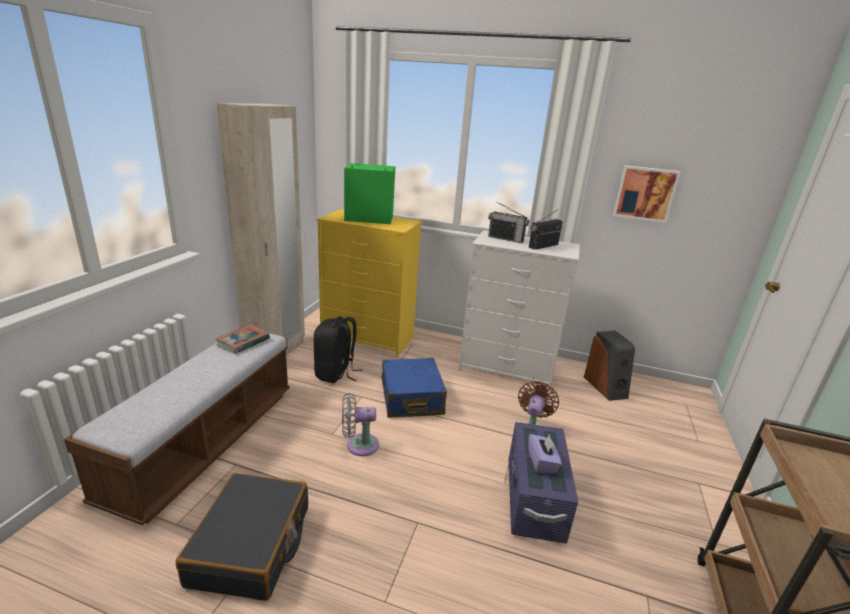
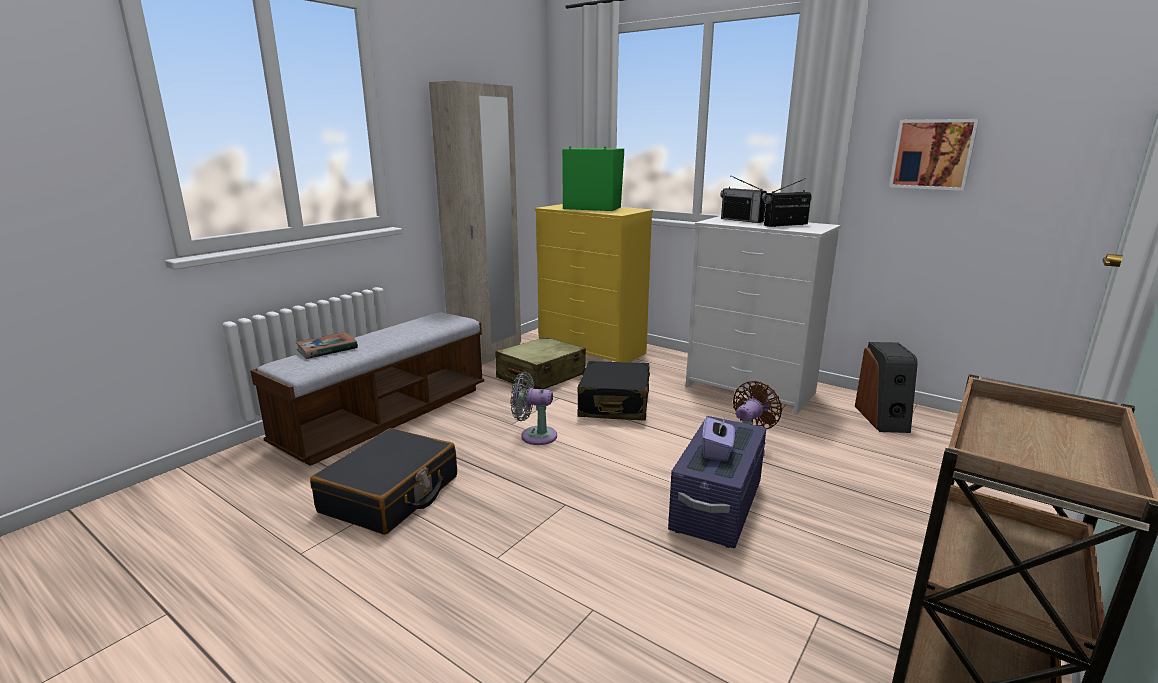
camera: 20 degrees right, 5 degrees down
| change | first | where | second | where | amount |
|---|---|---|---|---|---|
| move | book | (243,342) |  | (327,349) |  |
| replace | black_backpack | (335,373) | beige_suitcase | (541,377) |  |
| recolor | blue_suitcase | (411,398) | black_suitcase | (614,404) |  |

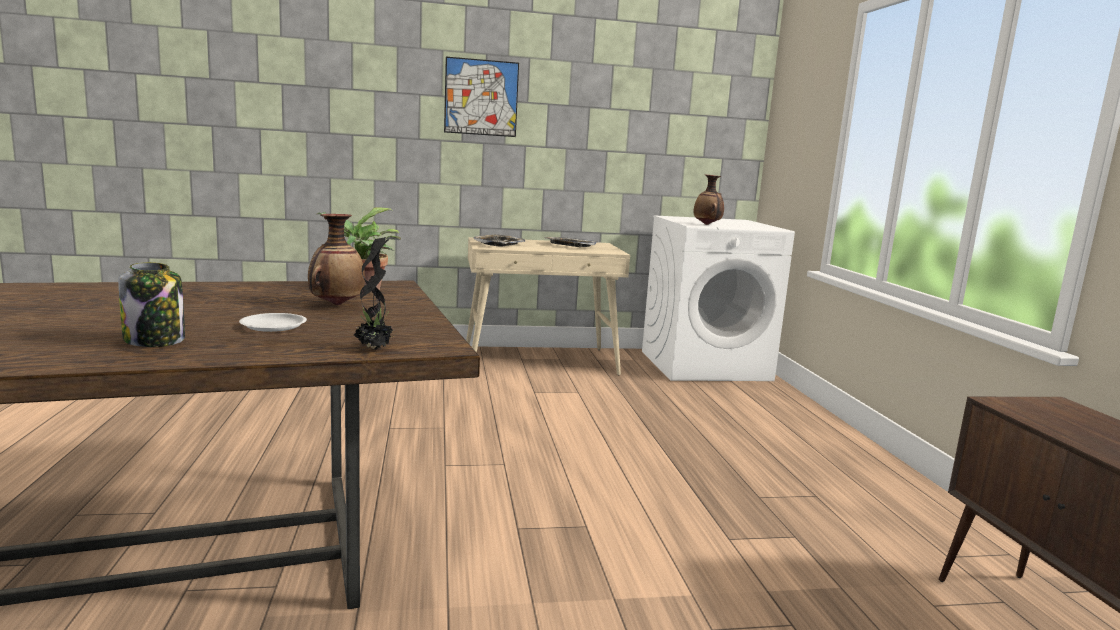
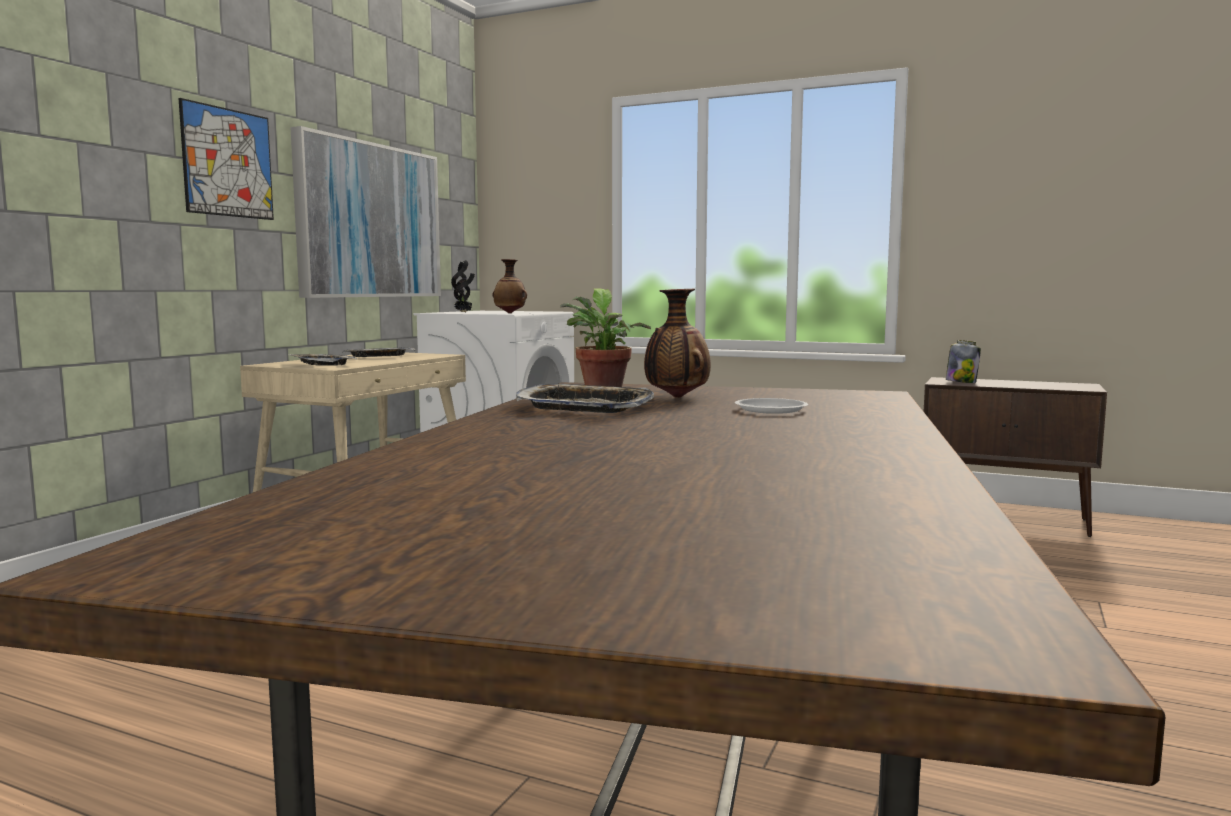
camera: 55 degrees left, 5 degrees down
| change | first | where | second | where | amount |
|---|---|---|---|---|---|
| move | jar | (155,340) |  | (961,382) |  |
| move | potted_plant | (375,349) |  | (463,312) |  |
| insert |  |  | picture | (369,221) |  |
| insert |  |  | tray | (584,408) |  |

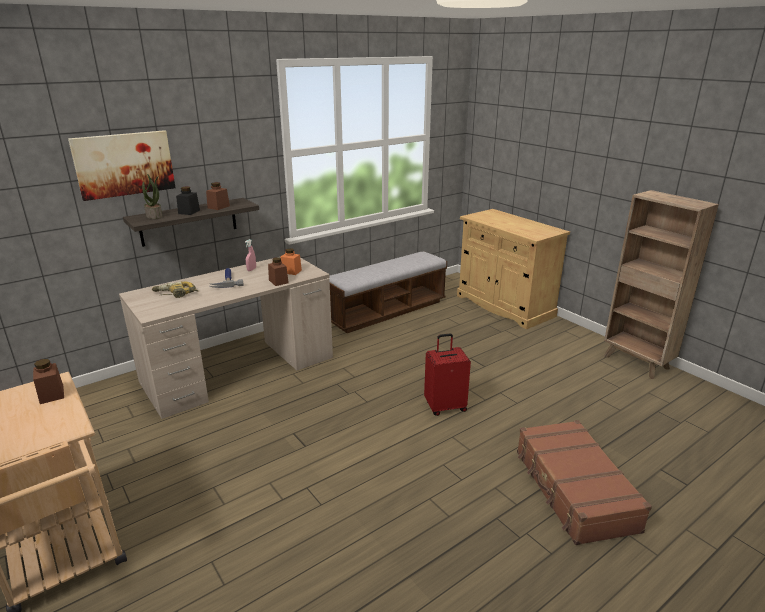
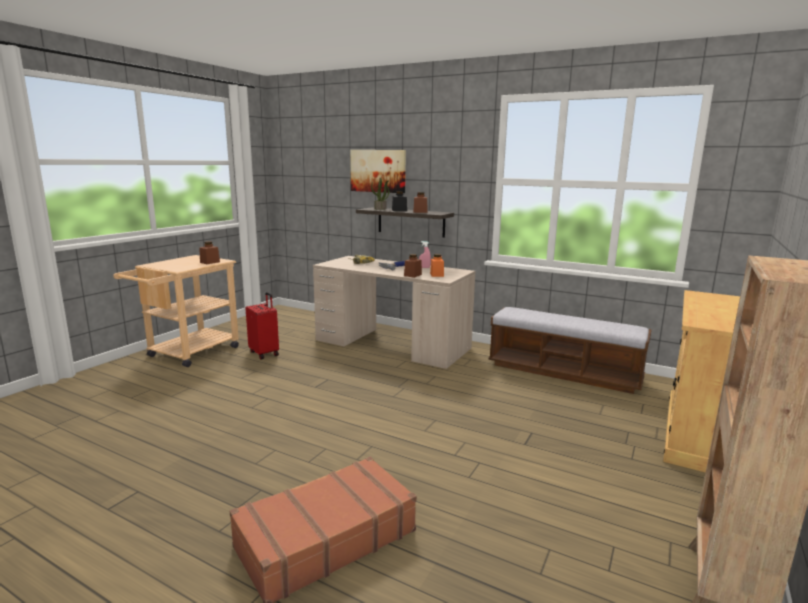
camera: 65 degrees right, 10 degrees down
| change | first | where | second | where | amount |
|---|---|---|---|---|---|
| move | red_suitcase | (445,406) |  | (265,353) |  |

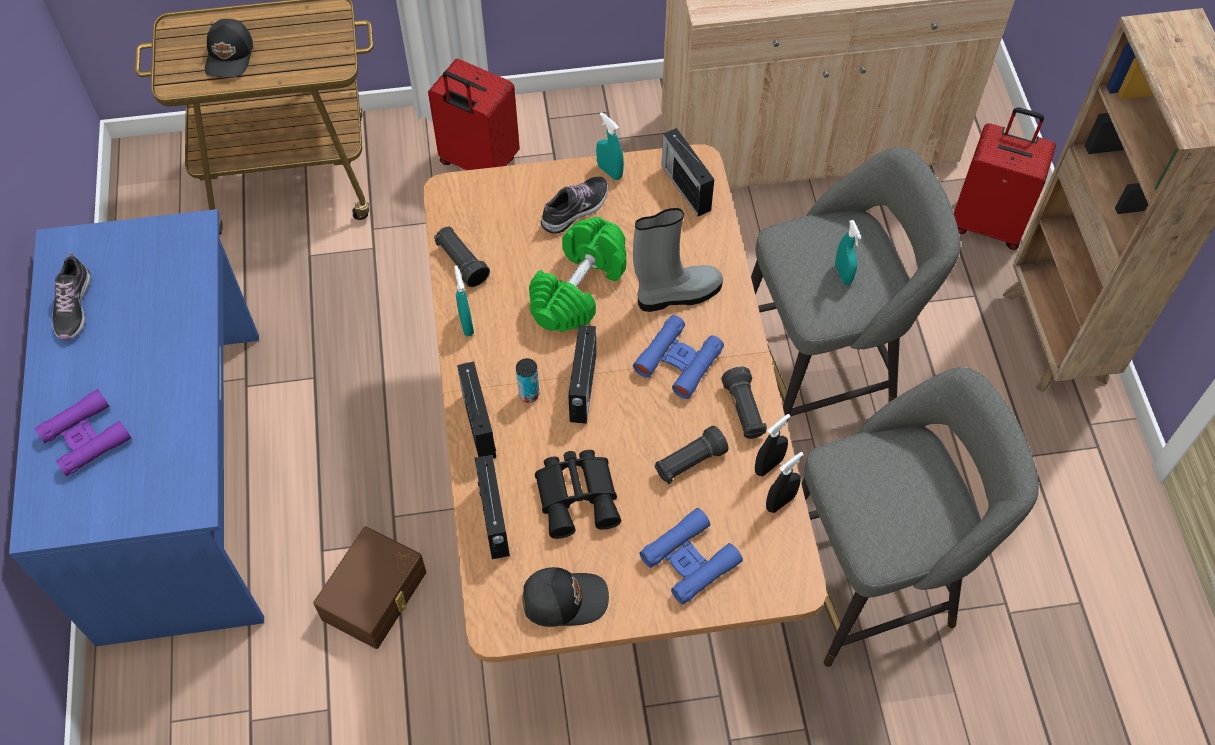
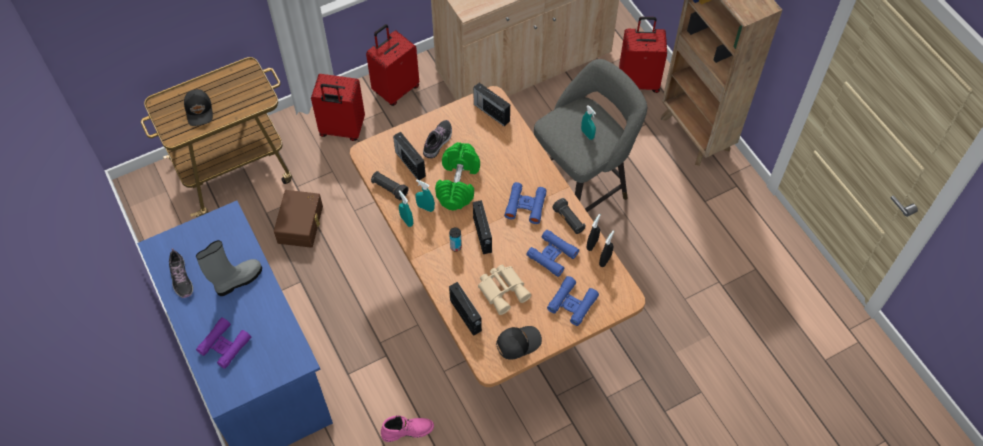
camera: 20 degrees left, 0 degrees up
| change | first | where | second | where | amount |
|---|---|---|---|---|---|
| move | brown_storage_box | (376,596) |  | (301,224) |  |
| move | radio | (479,423) |  | (410,163) |  |
| recolor | black_binoculars | (579,496) | beige_binoculars | (503,290) |  |
| move | turquoise_spray_bottle | (609,171) |  | (425,207) |  |
| move | grey_boot | (676,294) |  | (237,281) |  |
| replace | black_flashlight | (689,462) | blue_binoculars | (552,255) |  |
| delete | grey_stool | (873,578) |  |  |  |
| insert |  |  | red_suitcase | (395,89) |  |
| insert |  |  | pink_boot | (407,430) |  |

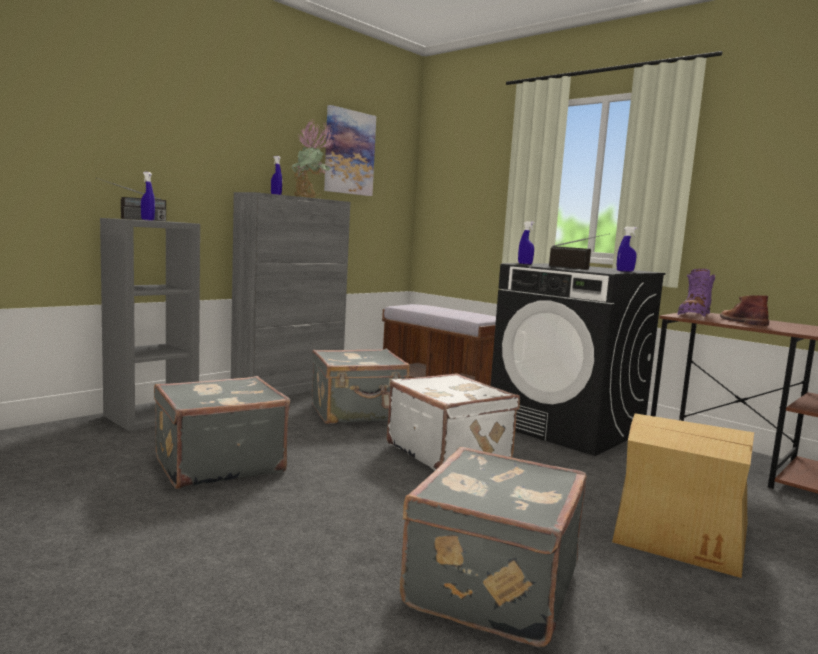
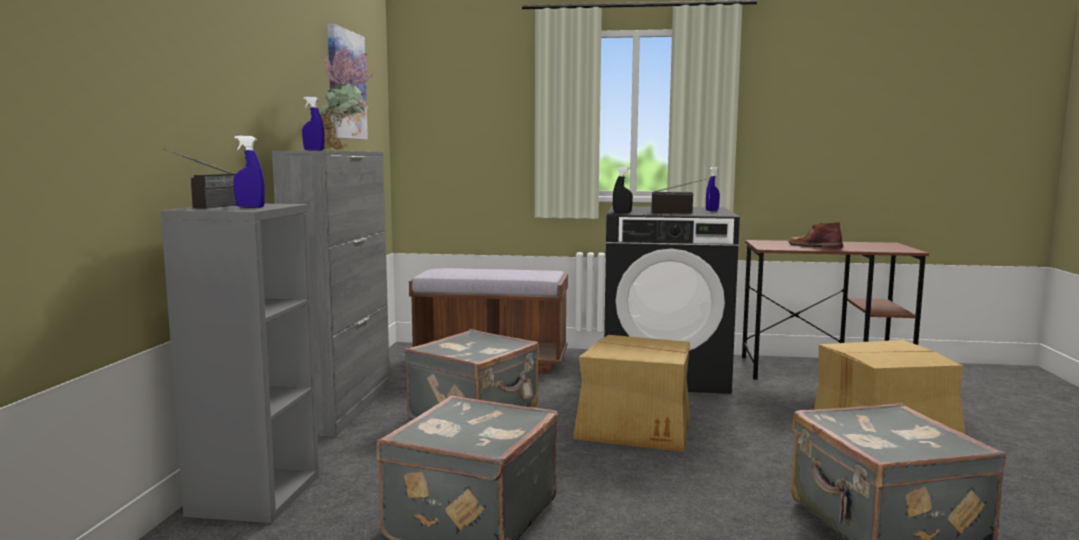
camera: 35 degrees left, 0 degrees up
| change | first | where | second | where | amount |
|---|---|---|---|---|---|
| replace | white_suitcase | (449,453) | cardboard_box | (636,428) |  |
| recolor | blue_spray_bottle | (525,264) | black_spray_bottle | (622,212) |  |
| delete | purple_boot | (694,315) |  |  |  |

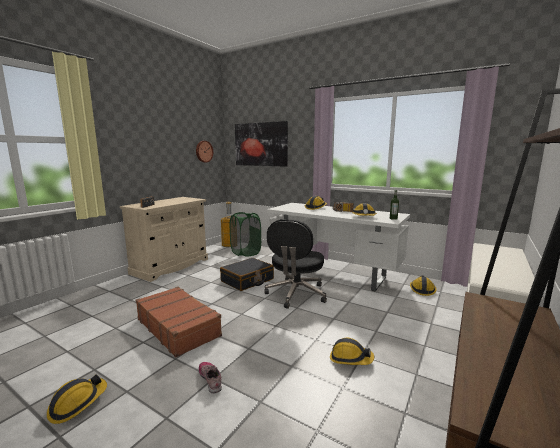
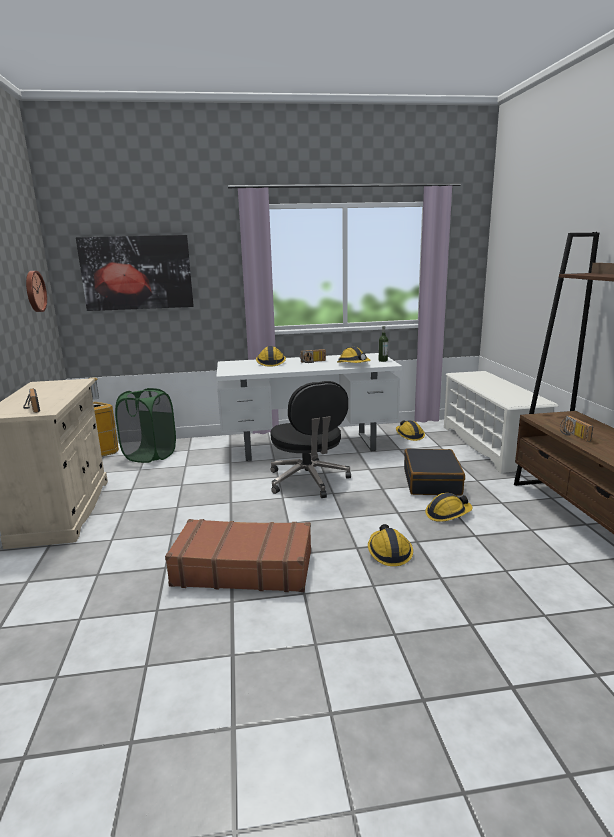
camera: 40 degrees left, 5 degrees up
| change | first | where | second | where | amount |
|---|---|---|---|---|---|
| move | hard_hat | (77,403) |  | (389,552) |  |
| delete | shoe | (211,379) |  |  |  |
| move | black_suitcase | (247,280) |  | (432,482) |  |
| insert |  |  | radio | (572,435) |  |

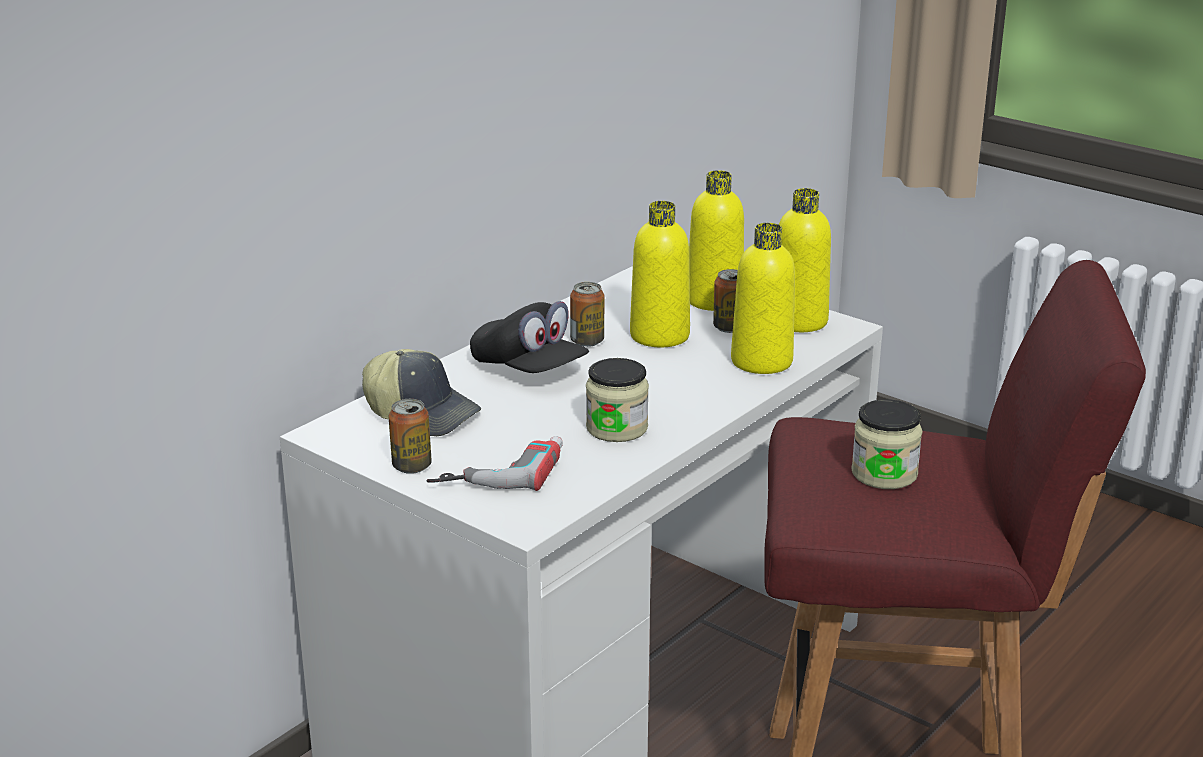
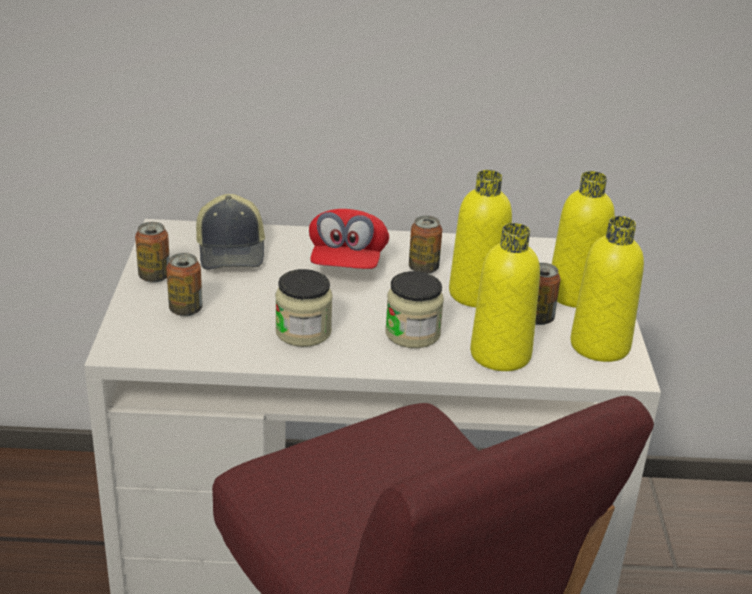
camera: 50 degrees right, 5 degrees up
| change | first | where | second | where | amount |
|---|---|---|---|---|---|
| replace | power_drill | (499,470) | can | (185,309) |  |
| recolor | black_cap | (529,369) | red_cap | (347,264) |  |
| move | jar | (884,474) |  | (412,333) |  |

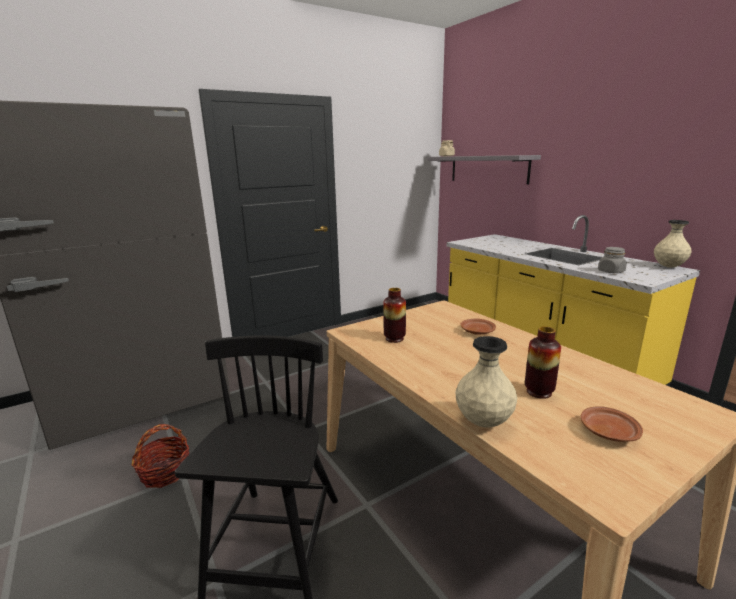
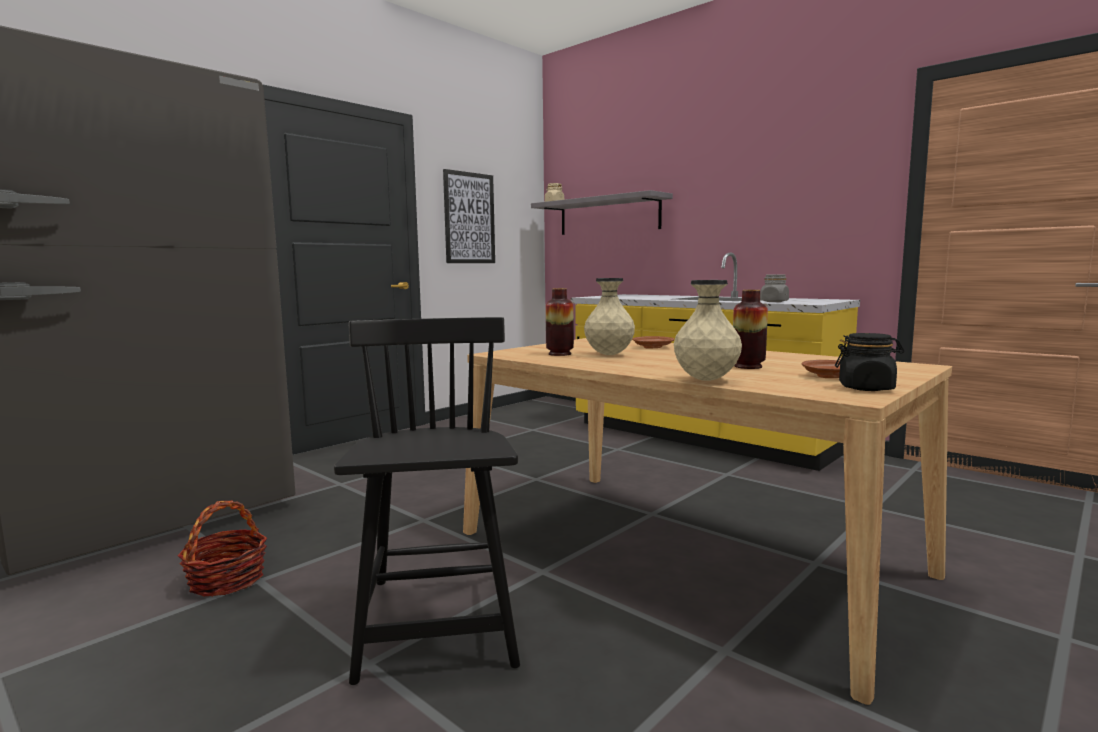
camera: 15 degrees left, 10 degrees down
| change | first | where | second | where | amount |
|---|---|---|---|---|---|
| move | beige_vase | (668,267) |  | (609,355) |  |
| insert |  |  | picture | (469,218) |  |
| insert |  |  | black_jar | (866,388) |  |

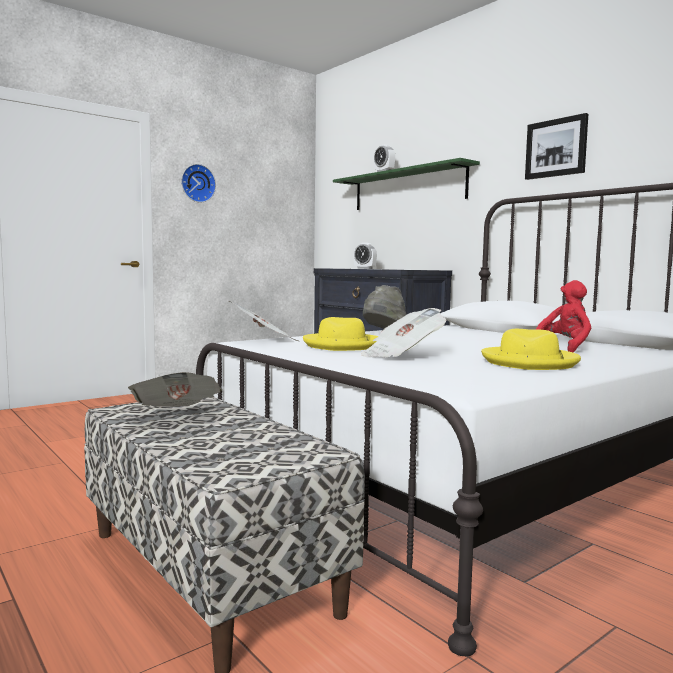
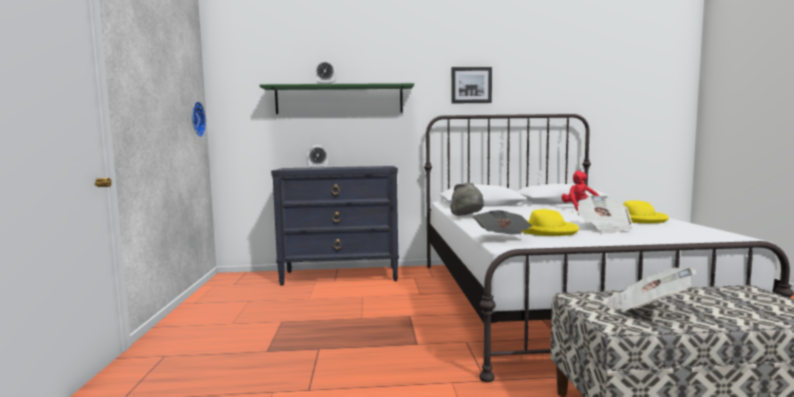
camera: 55 degrees left, 0 degrees up
| change | first | where | second | where | amount |
|---|---|---|---|---|---|
| move | wall_clock | (197,183) |  | (196,119) |  |

